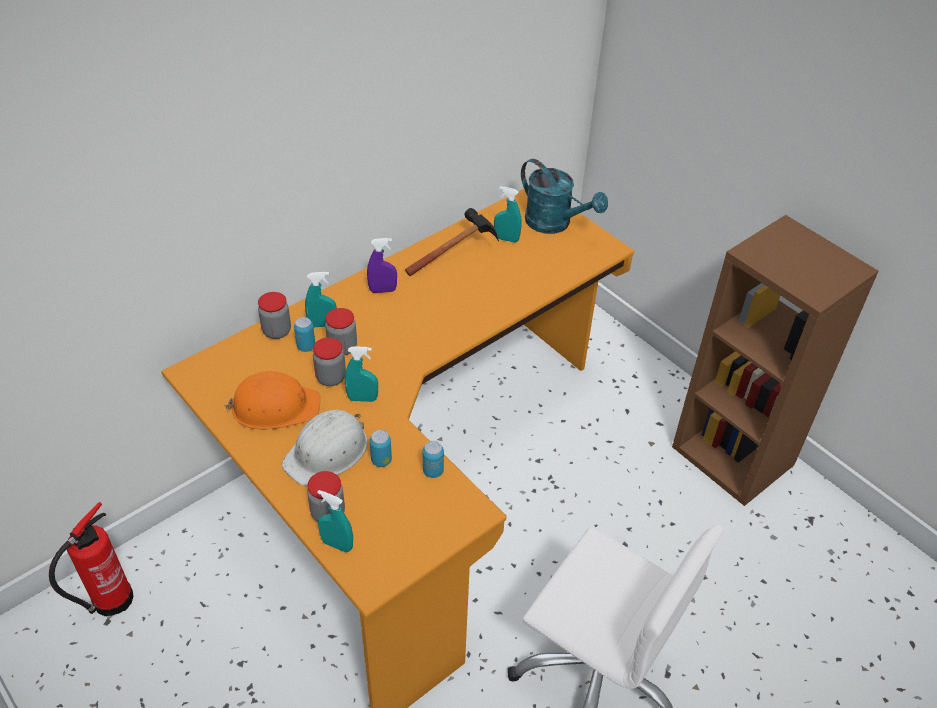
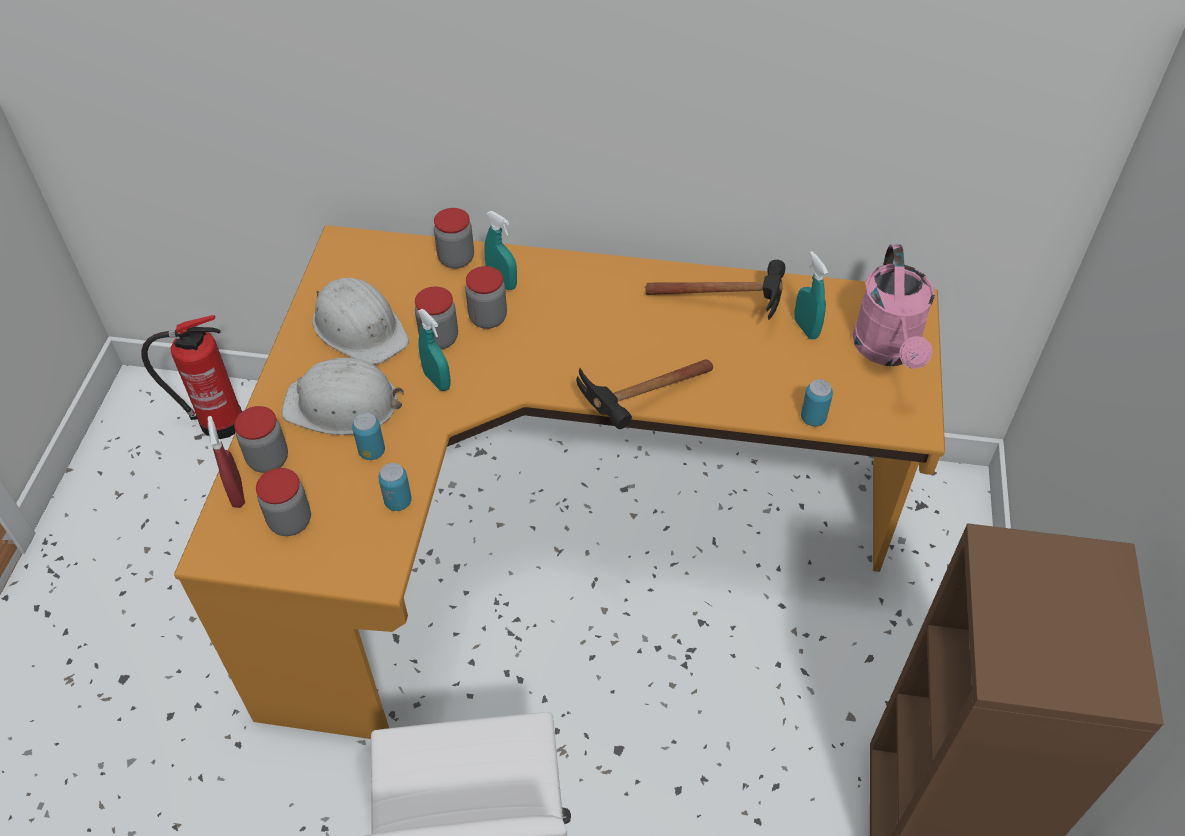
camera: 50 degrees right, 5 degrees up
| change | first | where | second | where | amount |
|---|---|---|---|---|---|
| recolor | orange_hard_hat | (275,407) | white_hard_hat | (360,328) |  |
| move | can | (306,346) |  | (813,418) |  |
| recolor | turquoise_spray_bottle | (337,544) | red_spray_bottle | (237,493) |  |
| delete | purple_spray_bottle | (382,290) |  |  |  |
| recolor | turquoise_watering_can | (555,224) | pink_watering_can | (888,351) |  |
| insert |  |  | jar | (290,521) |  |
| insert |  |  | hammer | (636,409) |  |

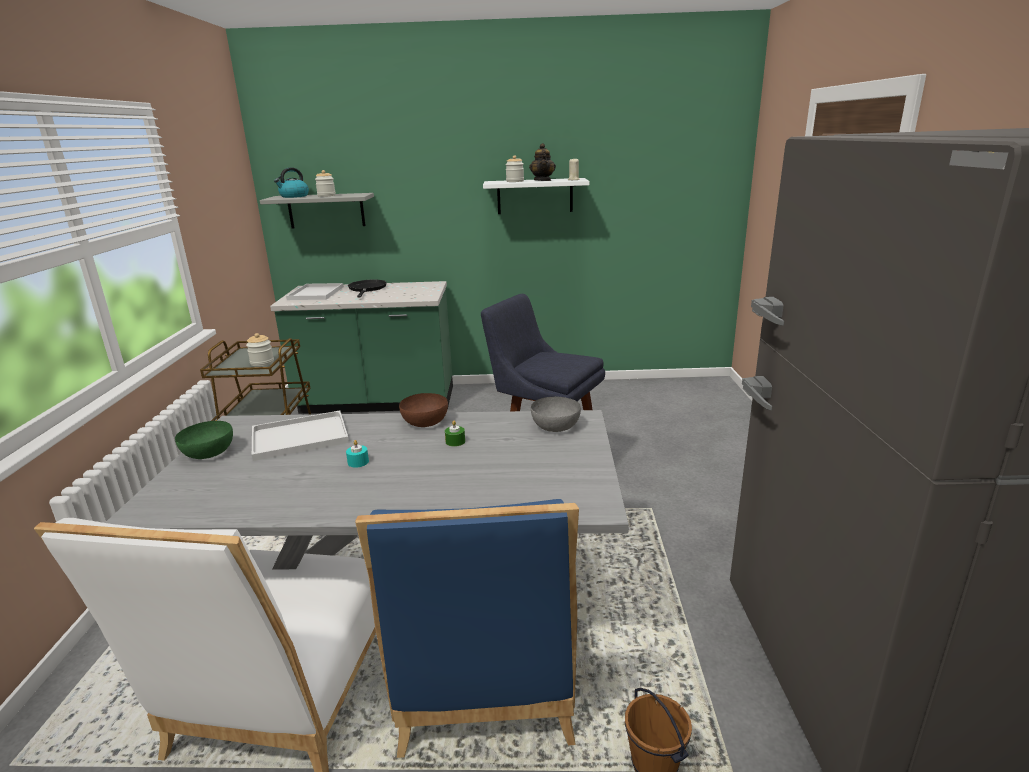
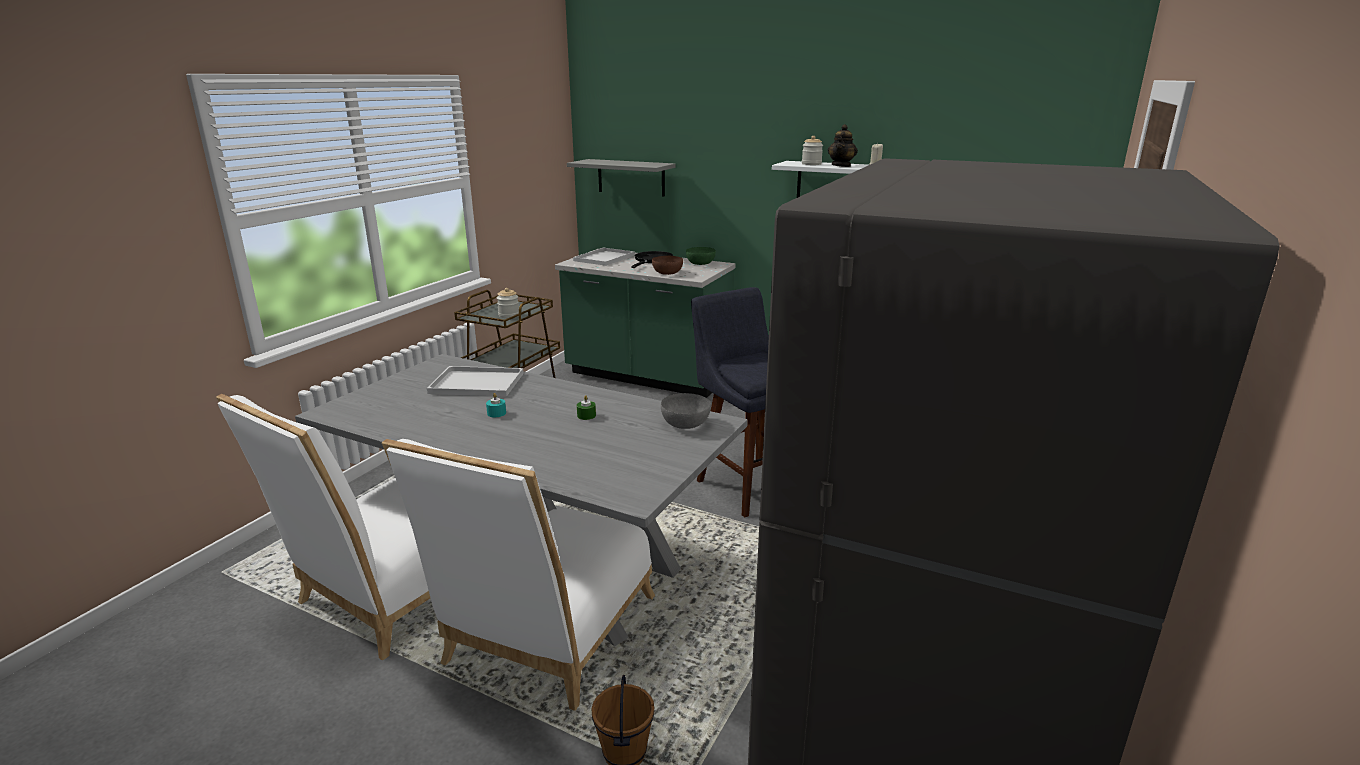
camera: 25 degrees right, 0 degrees up
| change | first | where | second | where | amount |
|---|---|---|---|---|---|
| move | green_bowl | (209,453) |  | (701,263) |  |
| delete | kettle | (294,196) |  |  |  |
| delete | jar | (326,195) |  |  |  |
| recolor | blue_chair | (485,682) | white_chair | (545,637) |  |
| move | brown_bowl | (424,422) |  | (667,273) |  |

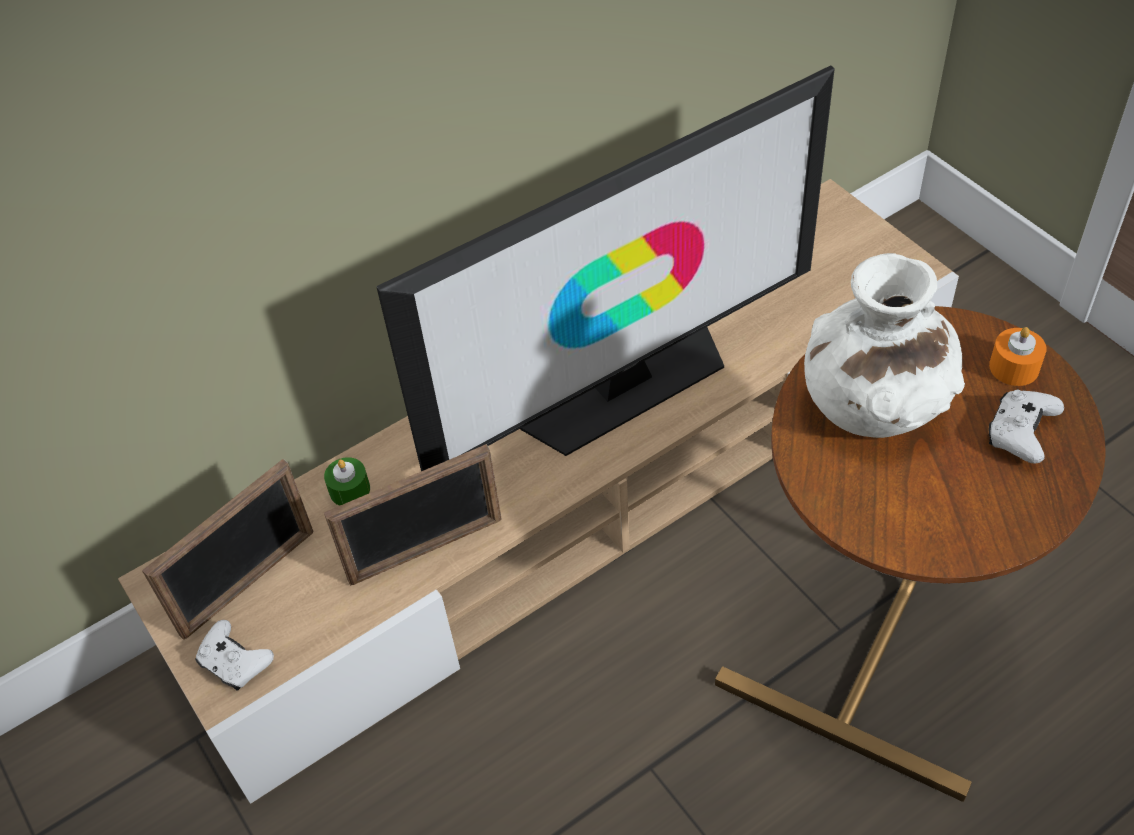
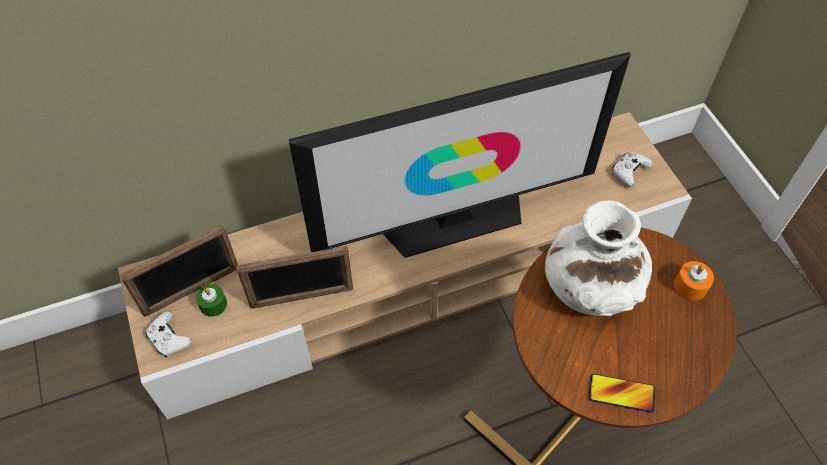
camera: 10 degrees right, 5 degrees up
| change | first | where | second | where | amount |
|---|---|---|---|---|---|
| move | green_candle | (349,490) |  | (213,304) |  |
| move | white_game_controller | (1020,433) |  | (629,172) |  |
| insert |  |  | phone | (621,393) |  |

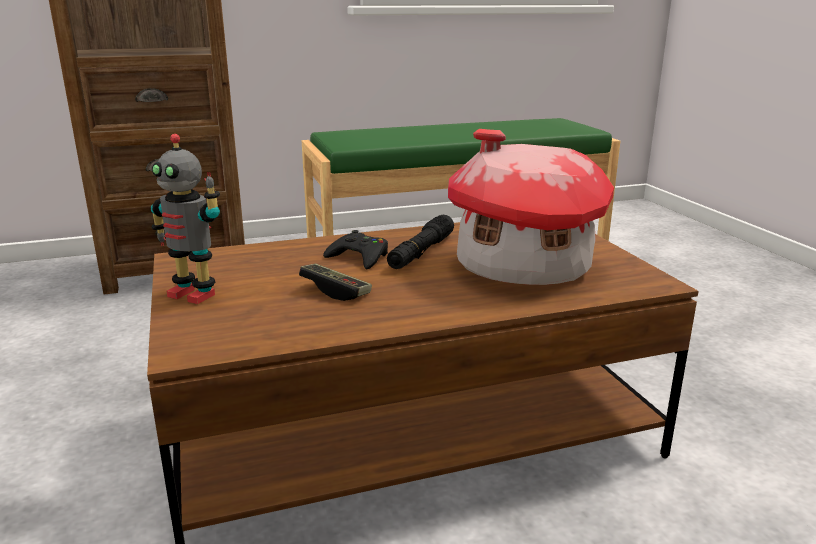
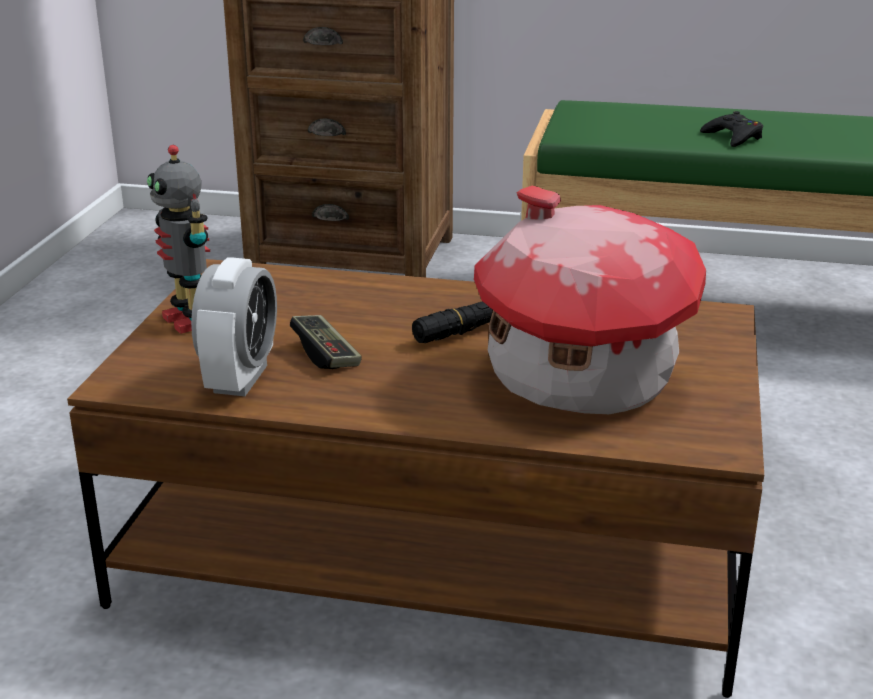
camera: 30 degrees right, 5 degrees up
| change | first | where | second | where | amount |
|---|---|---|---|---|---|
| move | black_game_controller | (359,257) |  | (733,137) |  |
| insert |  |  | alarm_clock | (240,379) |  |

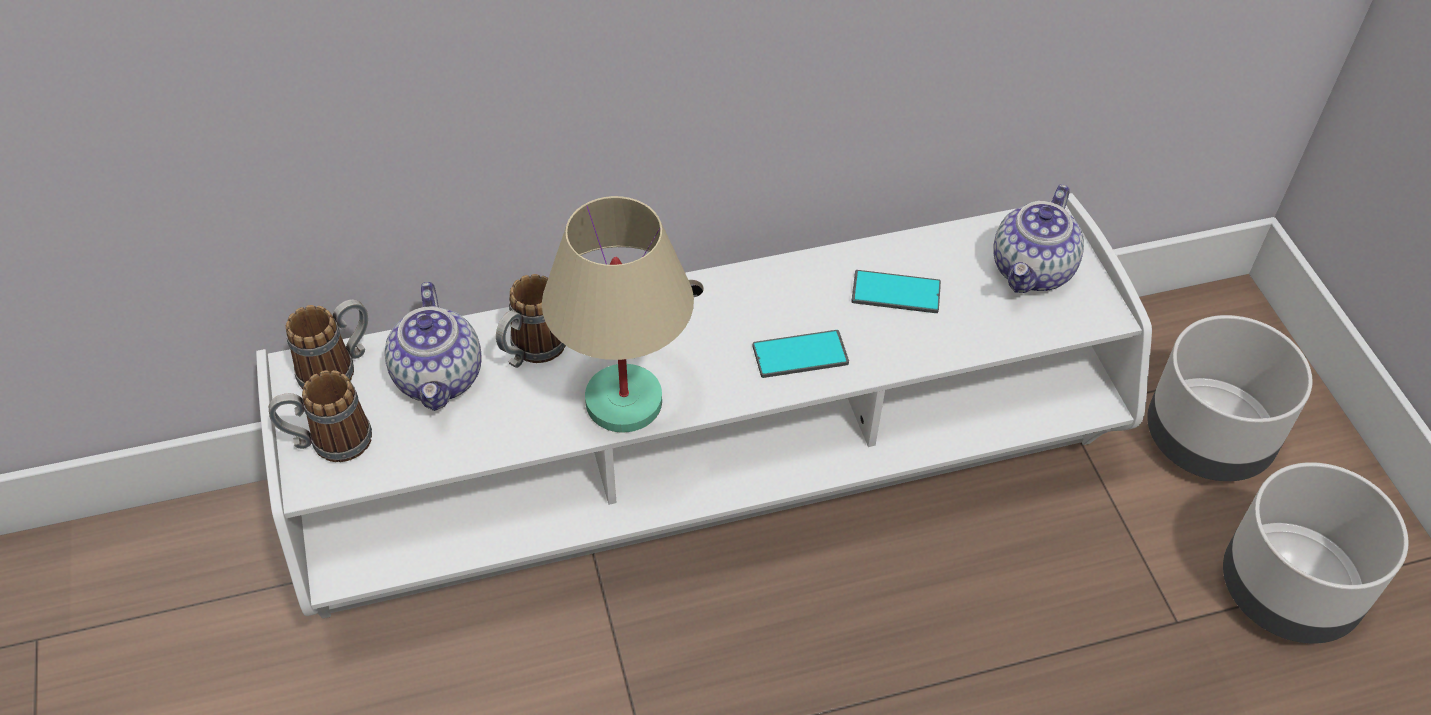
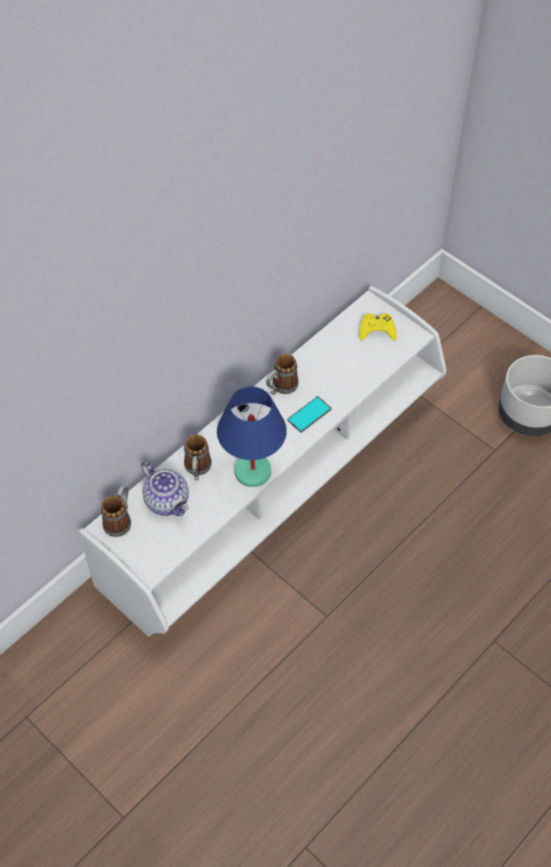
camera: 30 degrees left, 5 degrees up
| change | first | where | second | where | amount |
|---|---|---|---|---|---|
| move | mug | (328,443) |  | (281,388) |  |
| recolor | beige_table_lamp | (622,402) | blue_table_lamp | (252,472) |  |
| delete | phone | (896,293) |  |  |  |
| replace | teapot | (1033,271) | yellow_game_controller | (377,330) |  |
| delete | grey_planter | (1205,439) |  |  |  |

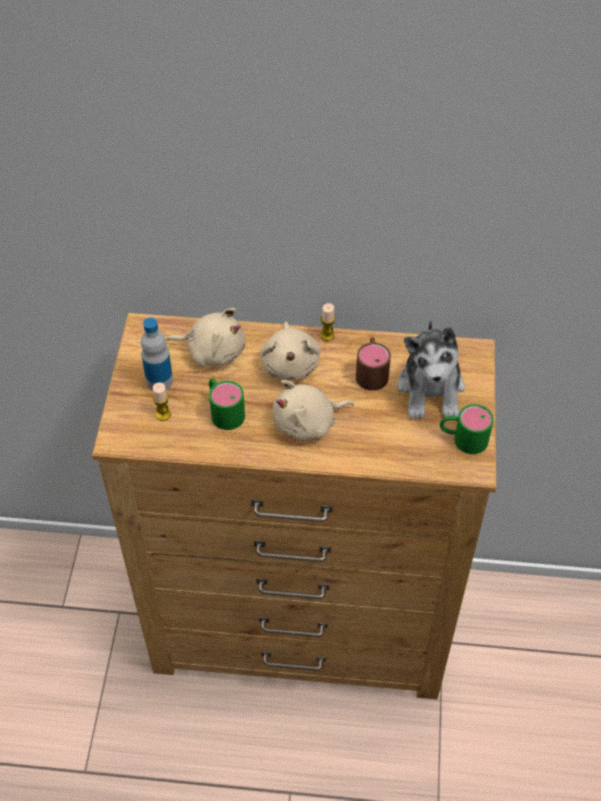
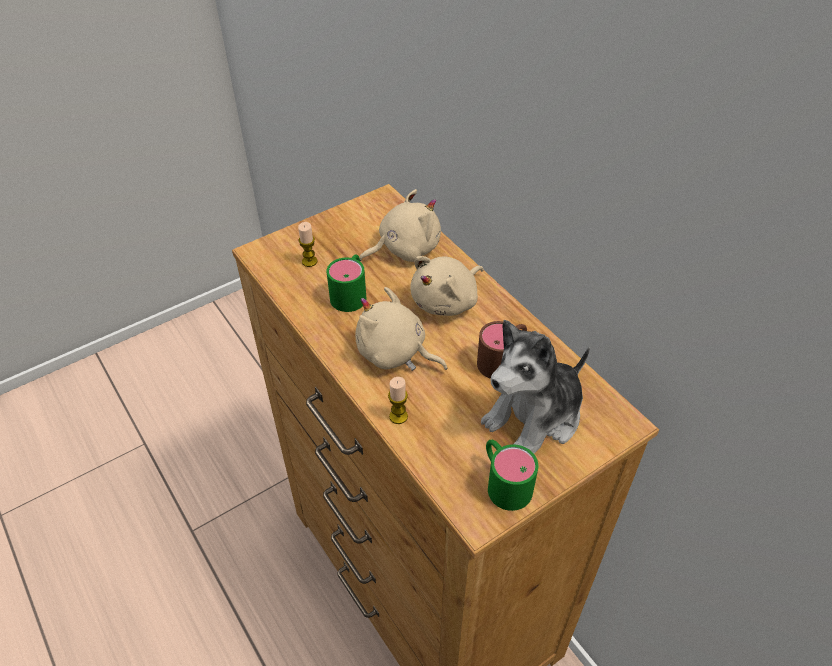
camera: 50 degrees right, 5 degrees down
| change | first | where | second | where | amount |
|---|---|---|---|---|---|
| delete | bottle | (159,381) |  |  |  |
| rotate | beige_plush_toy | (213,351) |  | (405,248) | 90 degrees counterclockwise |
| move | candle | (327,335) |  | (398,416) |  |

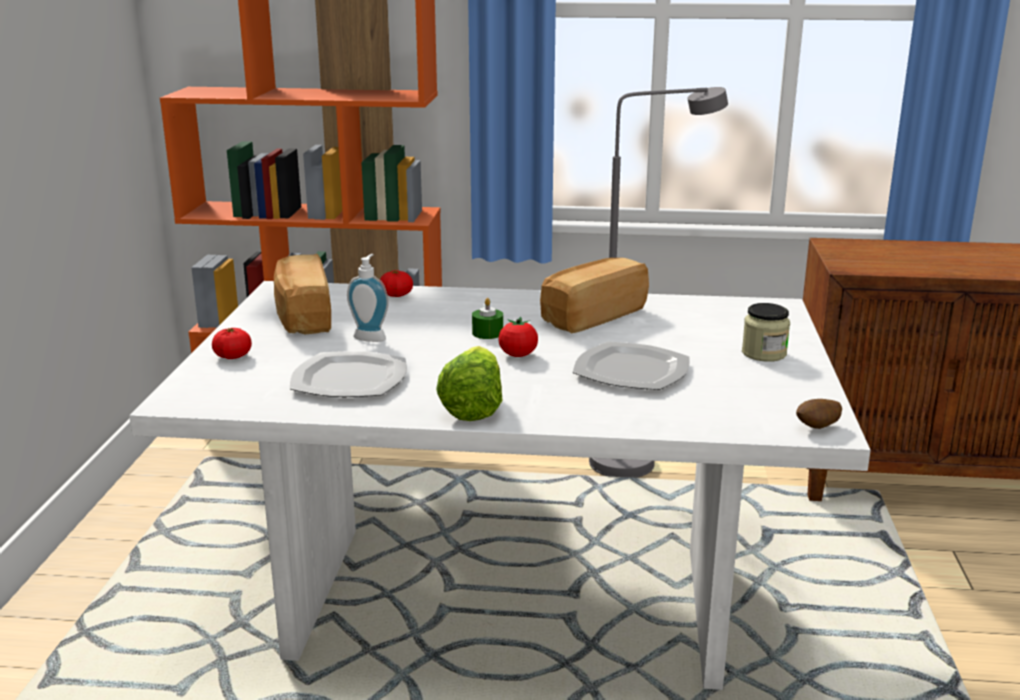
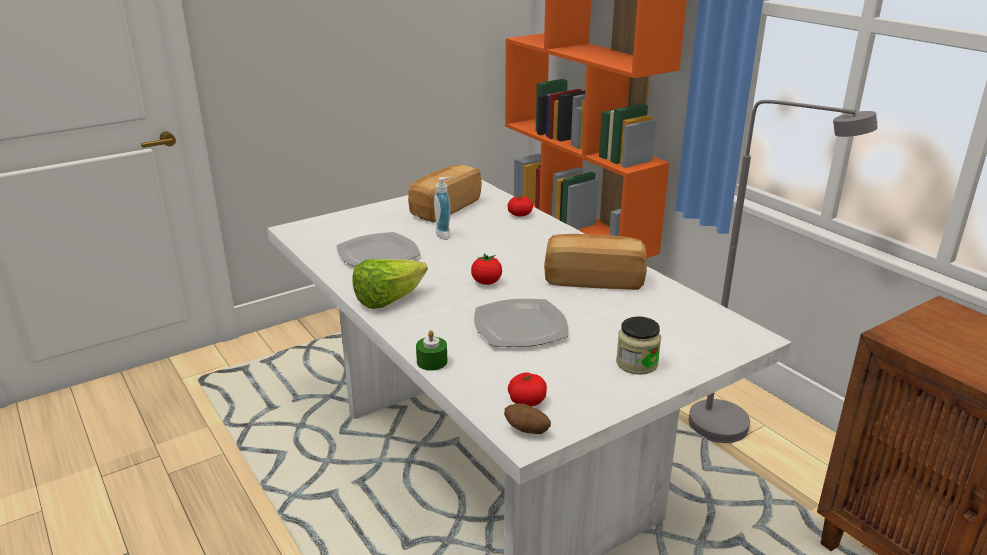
camera: 50 degrees right, 5 degrees up
| change | first | where | second | where | amount |
|---|---|---|---|---|---|
| move | tomato | (233,356) |  | (527,401) |  |
| move | green_candle | (487,333) |  | (432,362) |  |

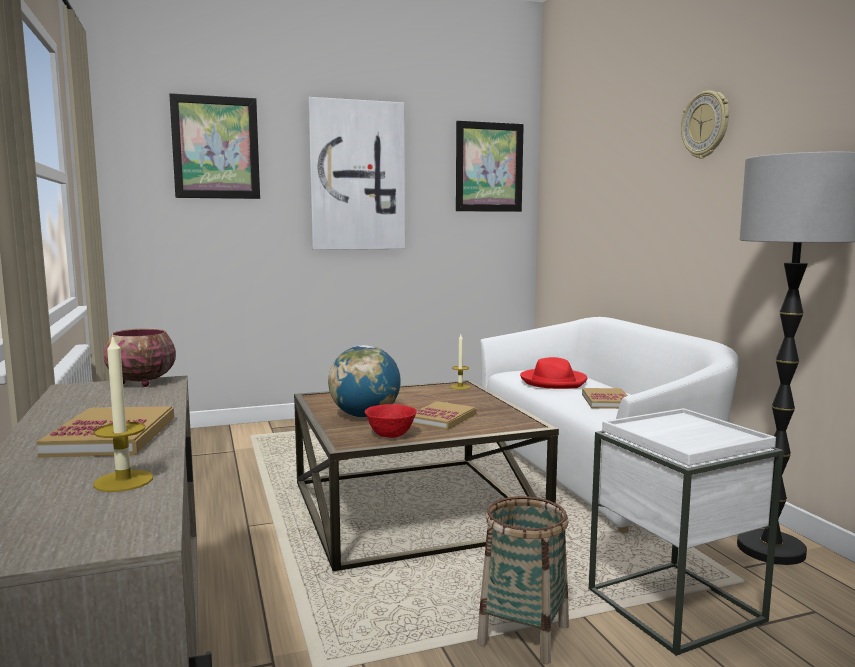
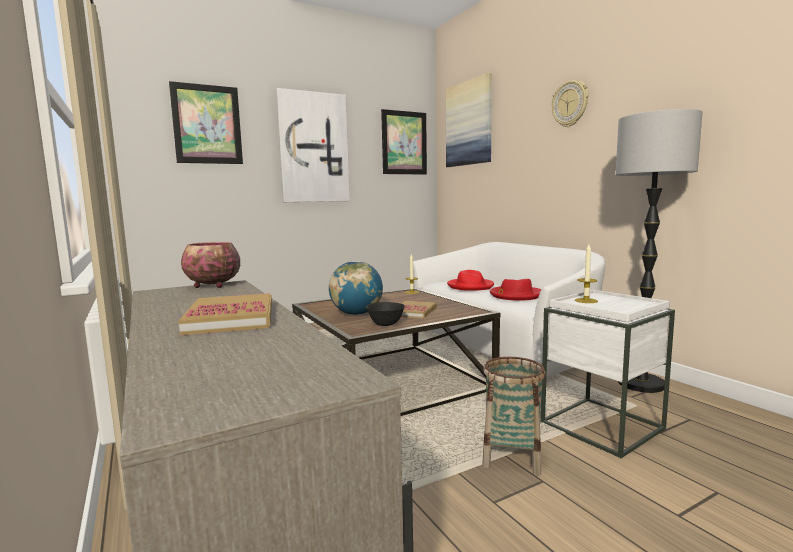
camera: 10 degrees left, 0 degrees up
| change | first | where | second | where | amount |
|---|---|---|---|---|---|
| move | candle | (123,481) |  | (586,300) |  |
| recolor | red_bowl | (391,435) | black_bowl | (385,324) |  |
| replace | book | (607,401) | red_hat | (515,295) |  |
| insert |  |  | picture | (469,123) |  |

